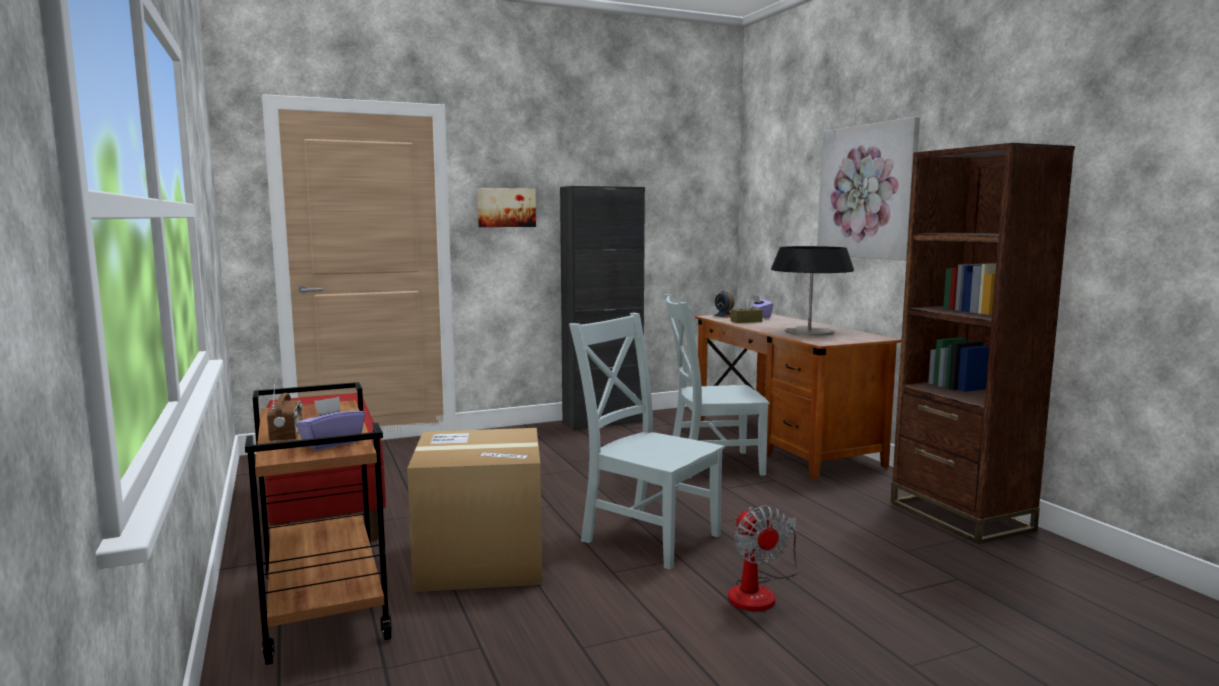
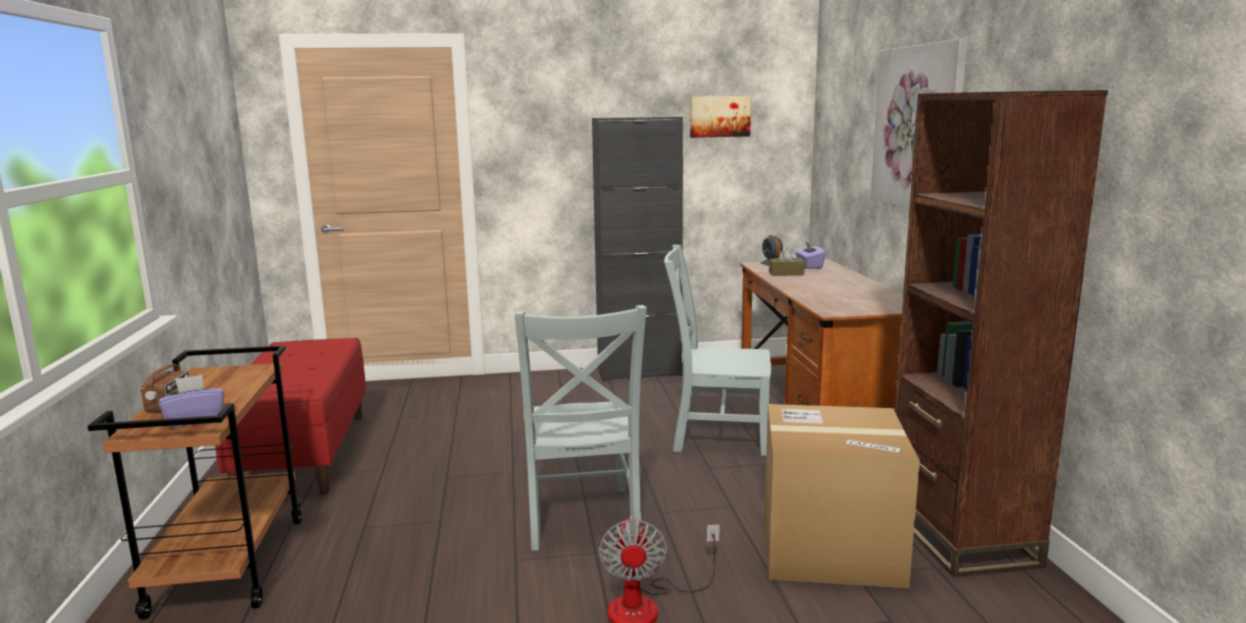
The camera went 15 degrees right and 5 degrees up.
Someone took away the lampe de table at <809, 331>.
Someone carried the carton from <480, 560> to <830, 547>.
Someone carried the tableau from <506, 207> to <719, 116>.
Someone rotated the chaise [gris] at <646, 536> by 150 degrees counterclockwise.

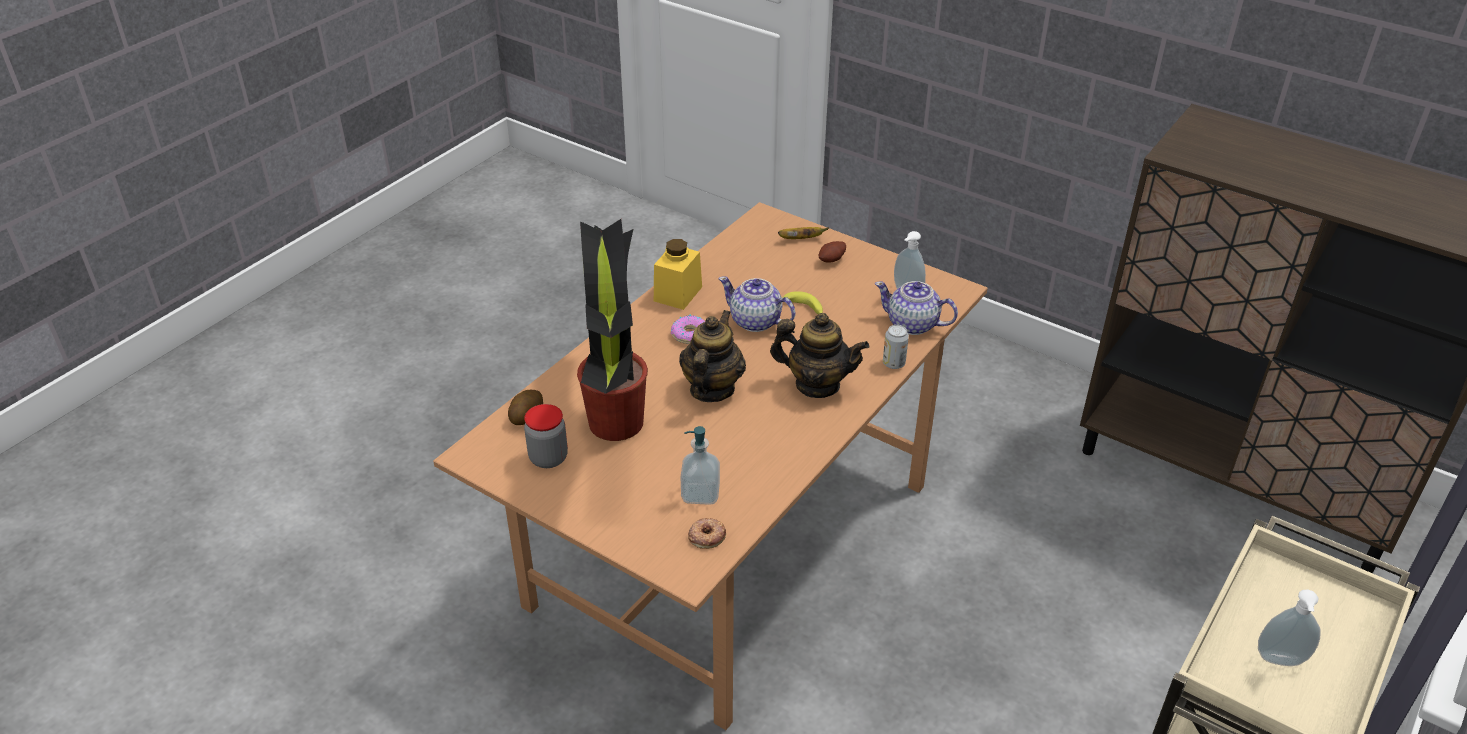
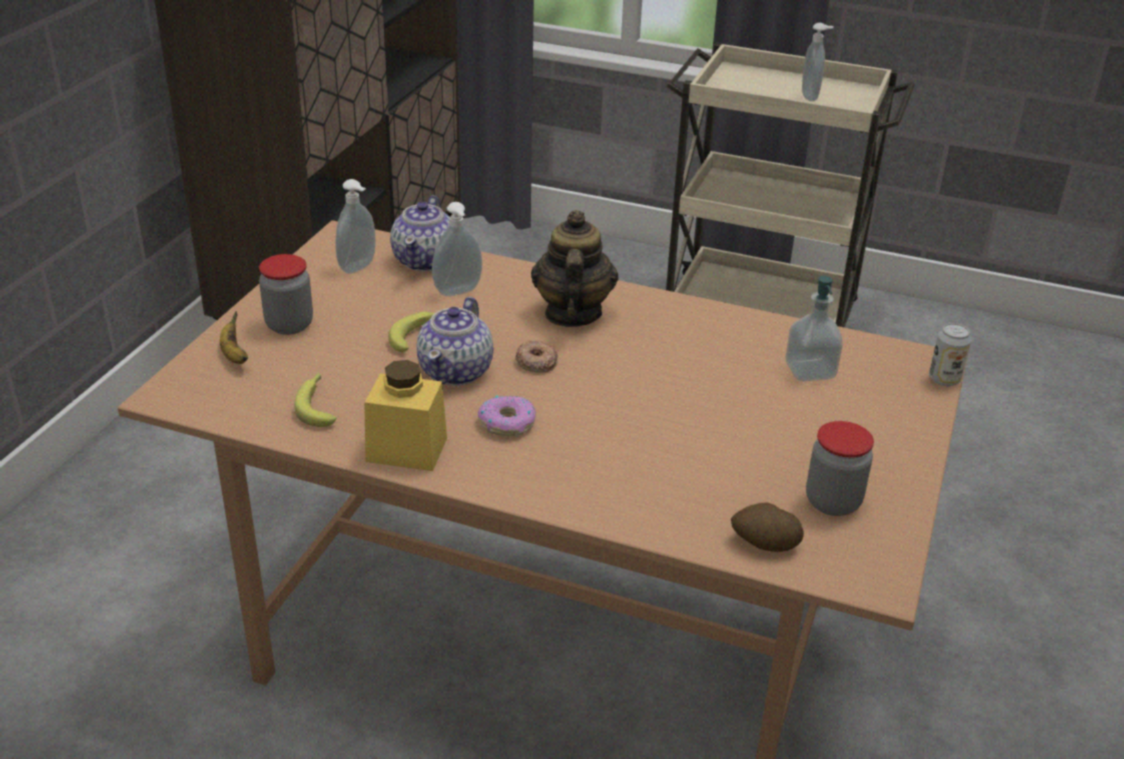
The camera went 105 degrees left and 5 degrees down.
Someone took away the plante en pot at <616, 419>.
Someone took away the théière at <711, 389>.
Someone put down the banane at <318, 405>.
Someone put down the distributeur de savon at <459, 292>.
Someone carried the beignet from <706, 536> to <536, 361>.
Someone carried the boîte métallique from <893, 363> to <944, 379>.
Someone swapped the pomme de terre at <832, 260> for the bocal at <289, 325>.

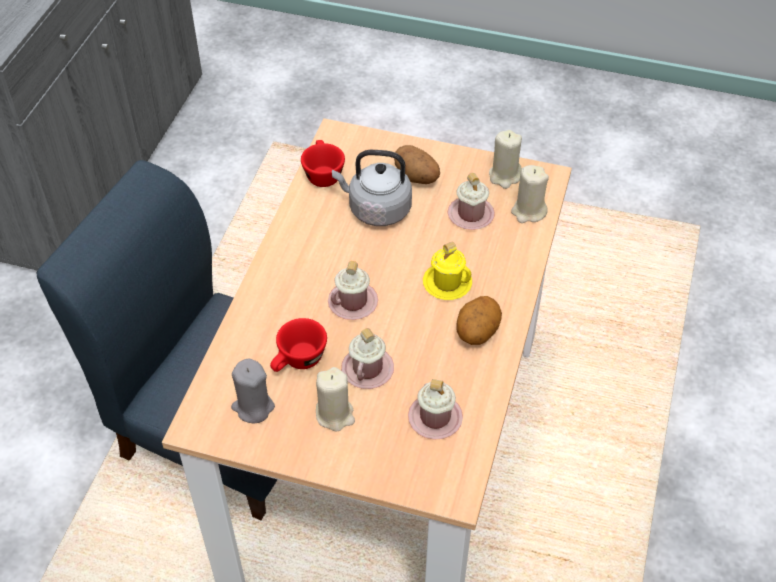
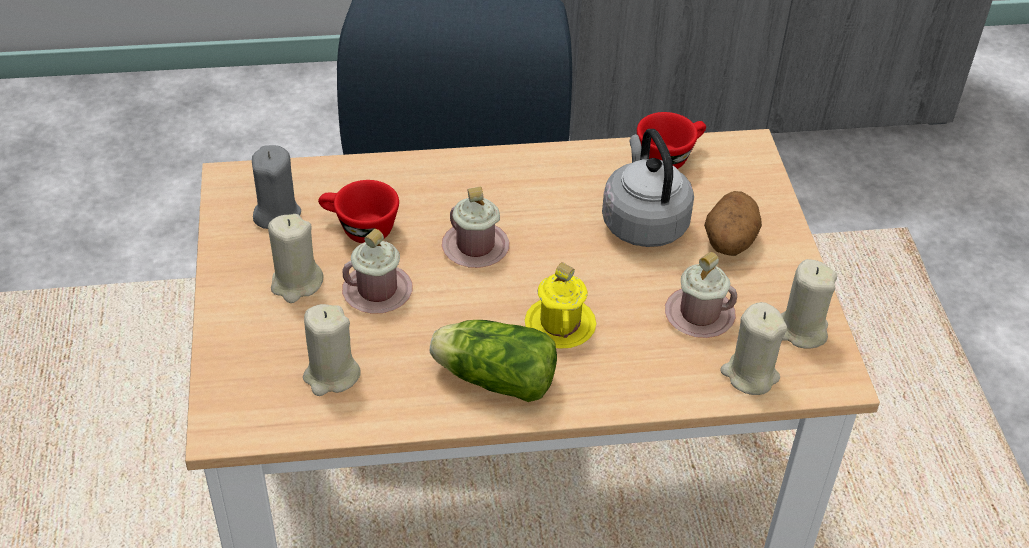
The camera went 65 degrees right and 5 degrees down.
Someone swapped the mug [rose] at <435, 418> for the bougie [beige] at <331, 375>.
Someone swapped the pomme de terre at <476, 332> for the laitue at <491, 378>.

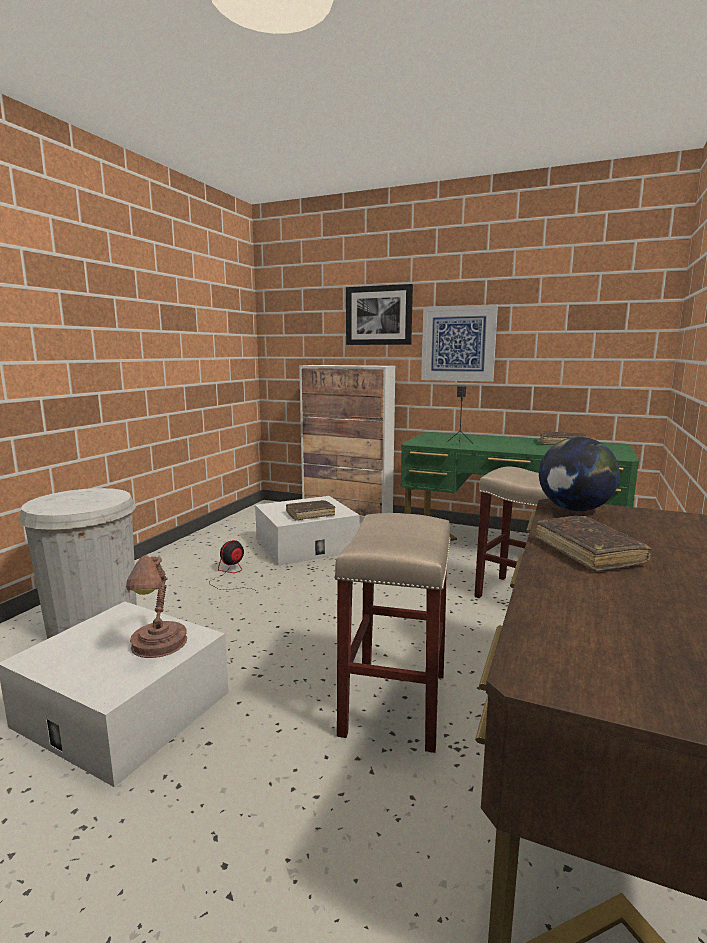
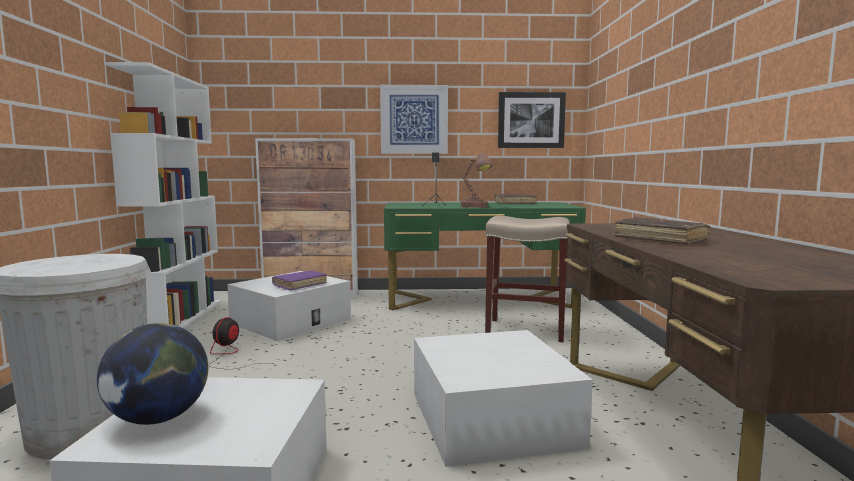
The camera went 25 degrees left and 5 degrees down.
Someone put down the bibliothèque [blanc] at <179, 318>.
Someone carried the lampe de table [marron] from <158, 645> to <475, 206>.
Someone carried the tableau from <378, 315> to <531, 120>.
Someone carried the globe from <574, 509> to <158, 418>.
Someone swapped the tabouret [beige] at <394, 701> for the boîte de rangement [blanc] at <492, 418>.
Someone repainted the livre [marron] at <310, 514>, which became the livre [violet] at <300, 285>.

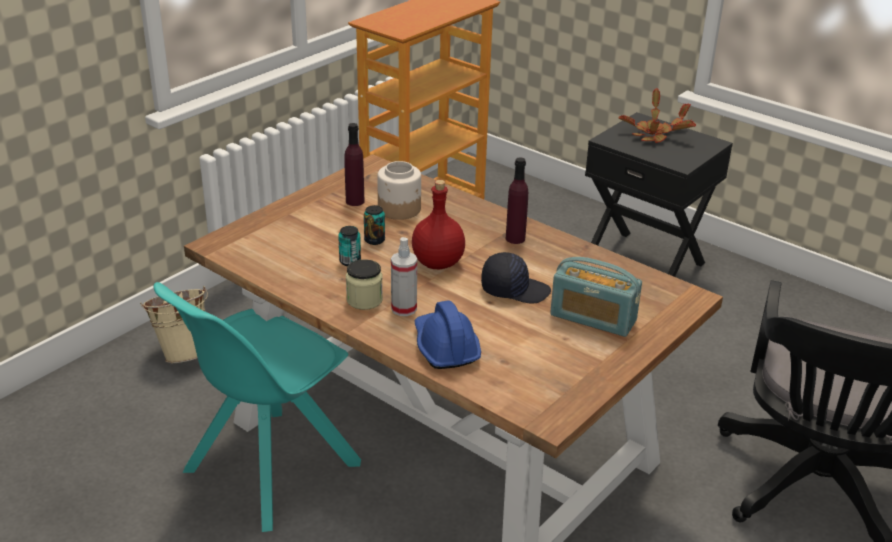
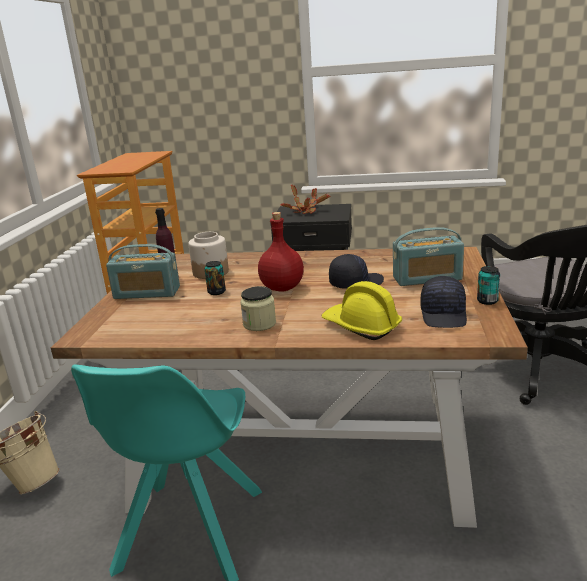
The camera went 30 degrees left and 10 degrees down.
Someone took away the vaporisateur at <404, 309>.
Someone took away the bouteille [violet] at <515, 238>.
Someone put down the radio at <147, 293>.
Someone put down the casquette [noir] at <444, 315>.
Someone carried the boîte métallique from <350, 261> to <487, 301>.
Someone repainted the casque de chantier [bleu] at <445, 347>, which became the casque de chantier [jaune] at <361, 326>.

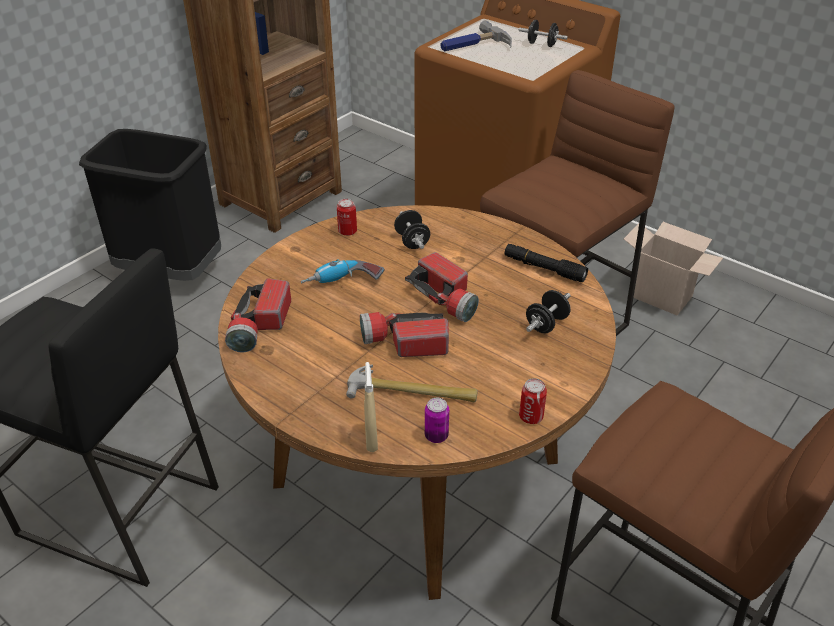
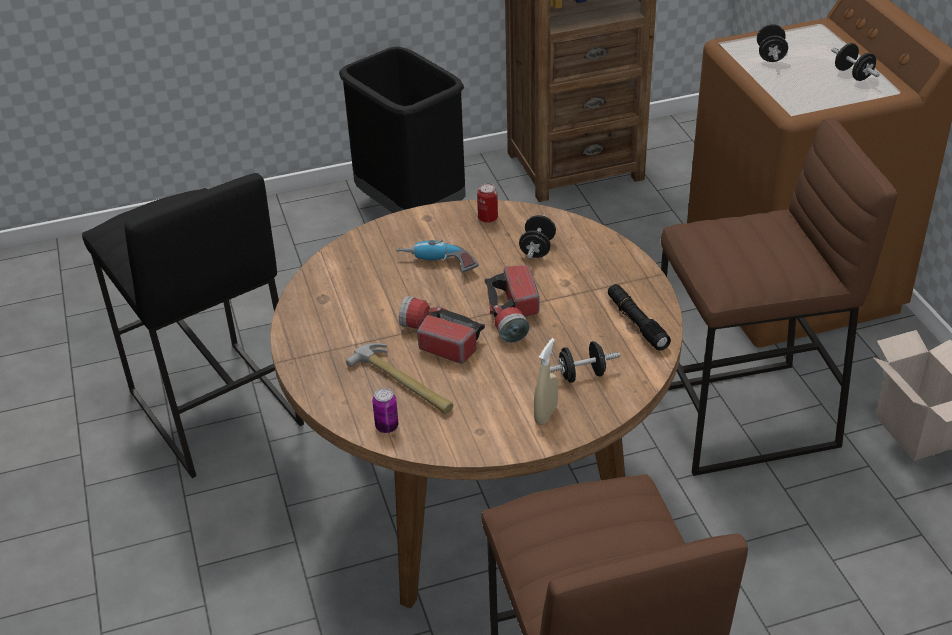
The camera went 35 degrees right and 0 degrees up.
Someone took away the lampe de poche at <259, 325>.
Someone took away the boîte métallique at <531, 417>.
Someone carried the vaporisateur [beige] from <371, 440> to <546, 414>.
Someone swapped the marteau at <473, 46> for the haltère [noir] at <770, 55>.

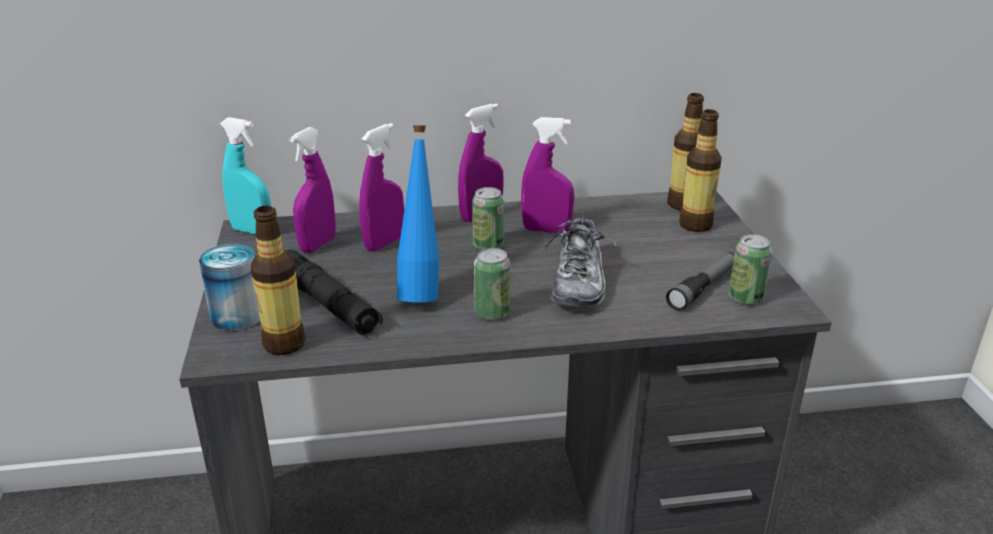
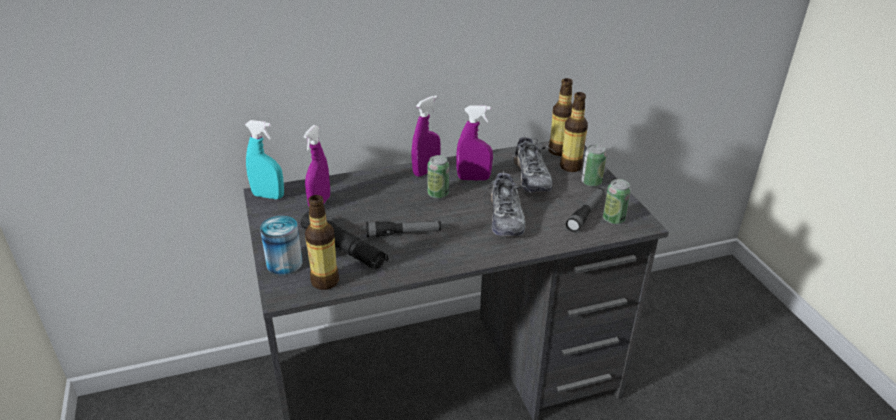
The camera went 10 degrees left and 5 degrees up.
Someone took away the vaporisateur [violet] at <384, 243>.
Someone put down the chaussure at <531, 177>.
Someone carried the boîte métallique from <492, 313> to <591, 182>.
Someone swapped the bouteille [bleu] at <421, 292> for the lampe de poche at <404, 233>.

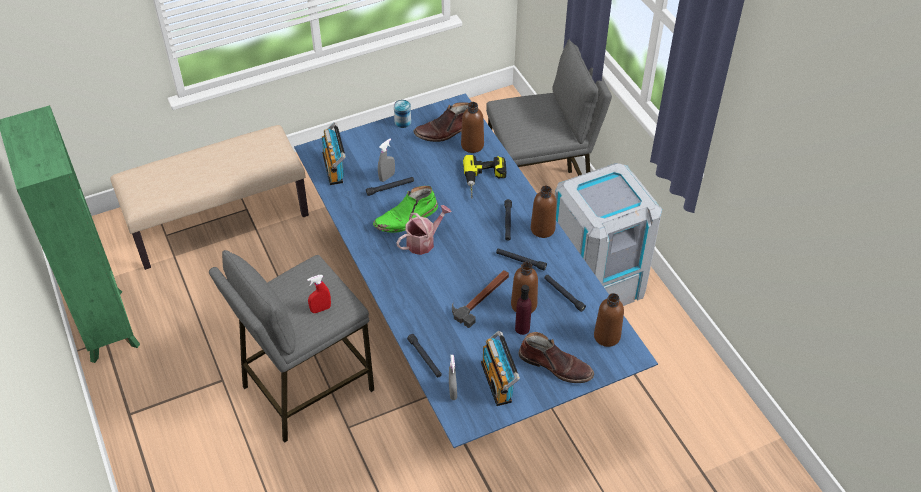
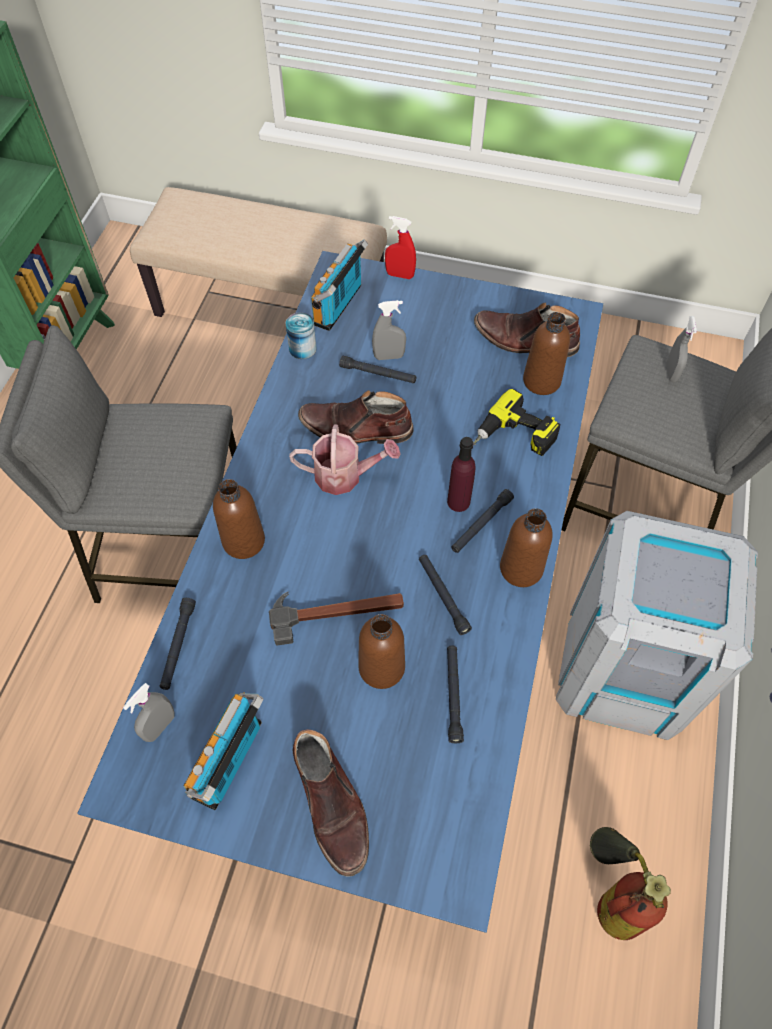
The camera went 40 degrees right and 10 degrees up.
Someone put down the extincteur at <610, 894>.
Someone put down the vaporisateur [gris] at <671, 373>.
Someone carried the vaporisateur [rouge] from <320, 309> to <400, 275>.
Someone carried the boîte métallique from <402, 122> to <302, 348>.
Someone carried the bouteille [violet] from <522, 328> to <458, 502>.
Someone carried the bouteille [marron] from <607, 336> to <243, 541>.
Someone repainted the botte [vert] at <406, 219>, which became the botte [marron] at <355, 429>.

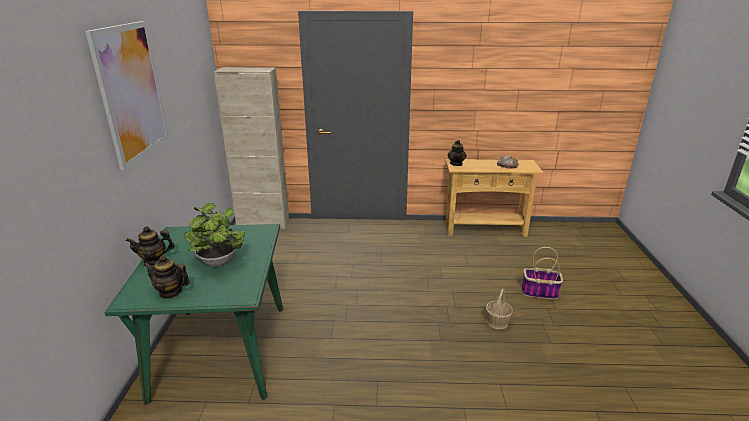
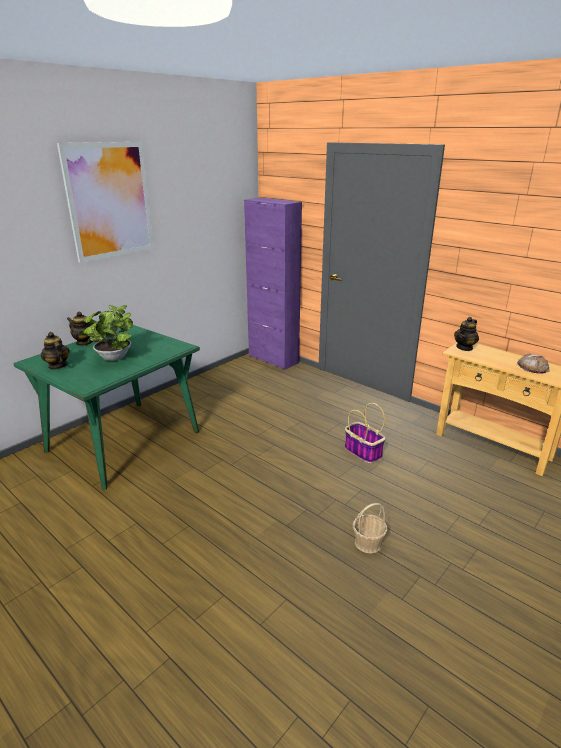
The camera went 40 degrees right and 0 degrees up.
Someone carried the panier from <539, 292> to <362, 451>.
Someone repainted the meuble de rangement [beige] at <263, 223>, which became the meuble de rangement [violet] at <273, 359>.

